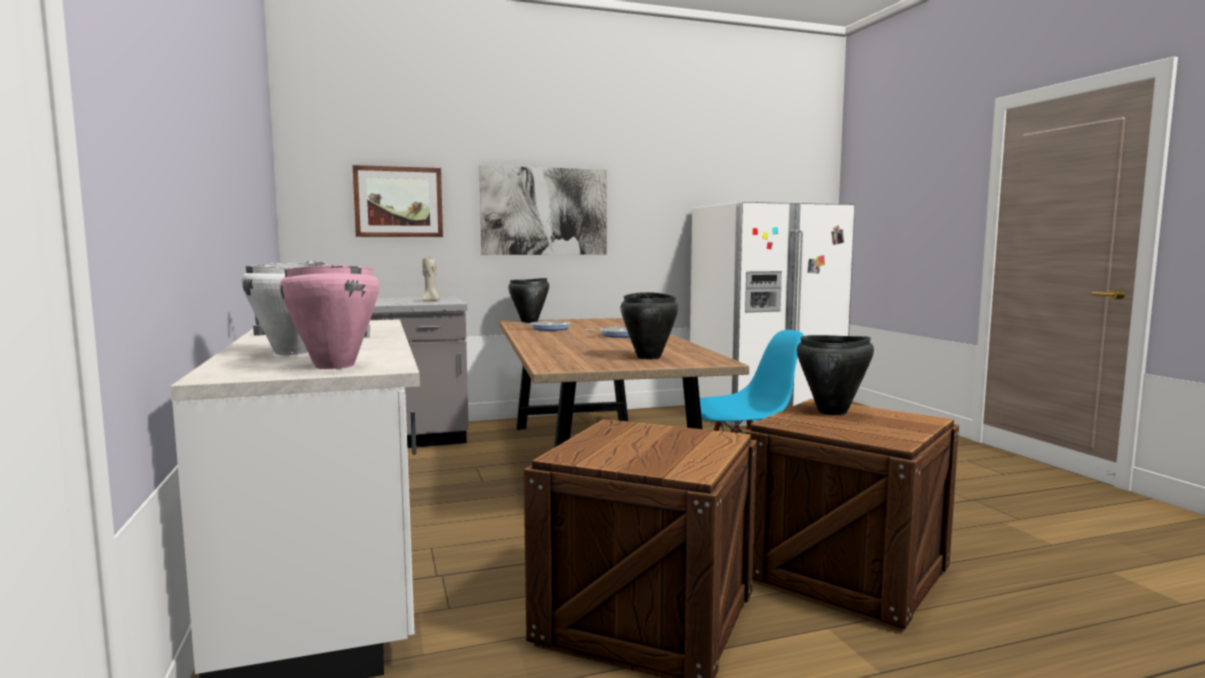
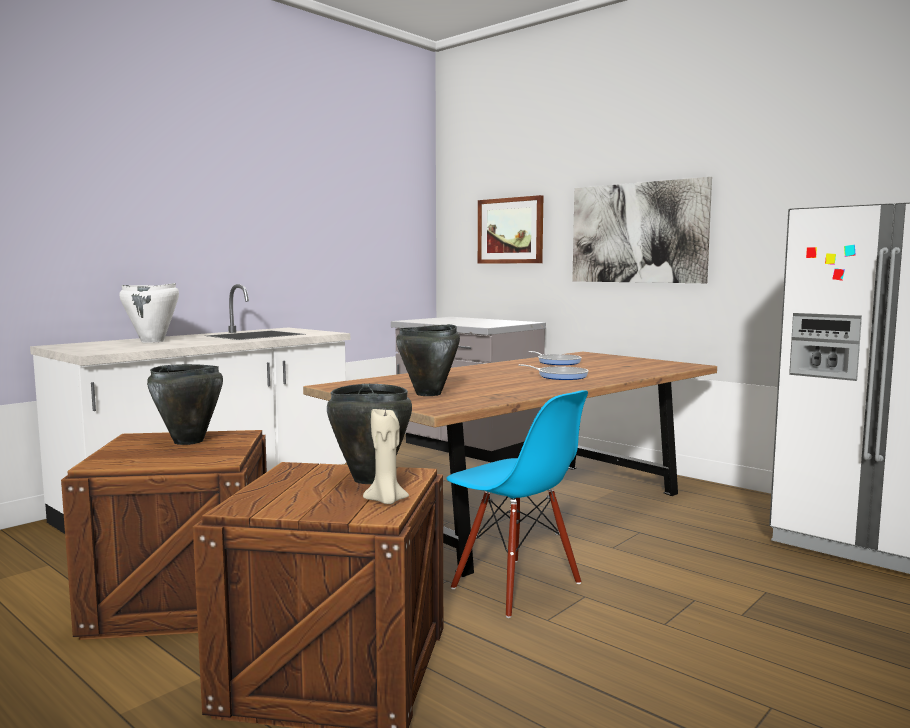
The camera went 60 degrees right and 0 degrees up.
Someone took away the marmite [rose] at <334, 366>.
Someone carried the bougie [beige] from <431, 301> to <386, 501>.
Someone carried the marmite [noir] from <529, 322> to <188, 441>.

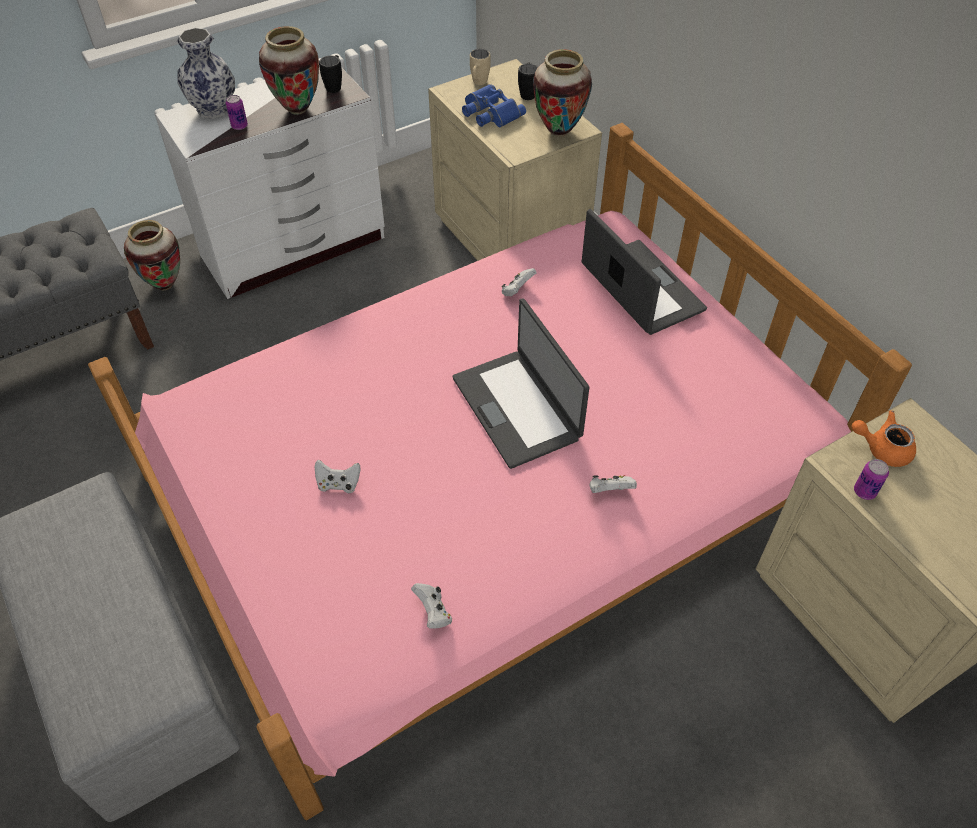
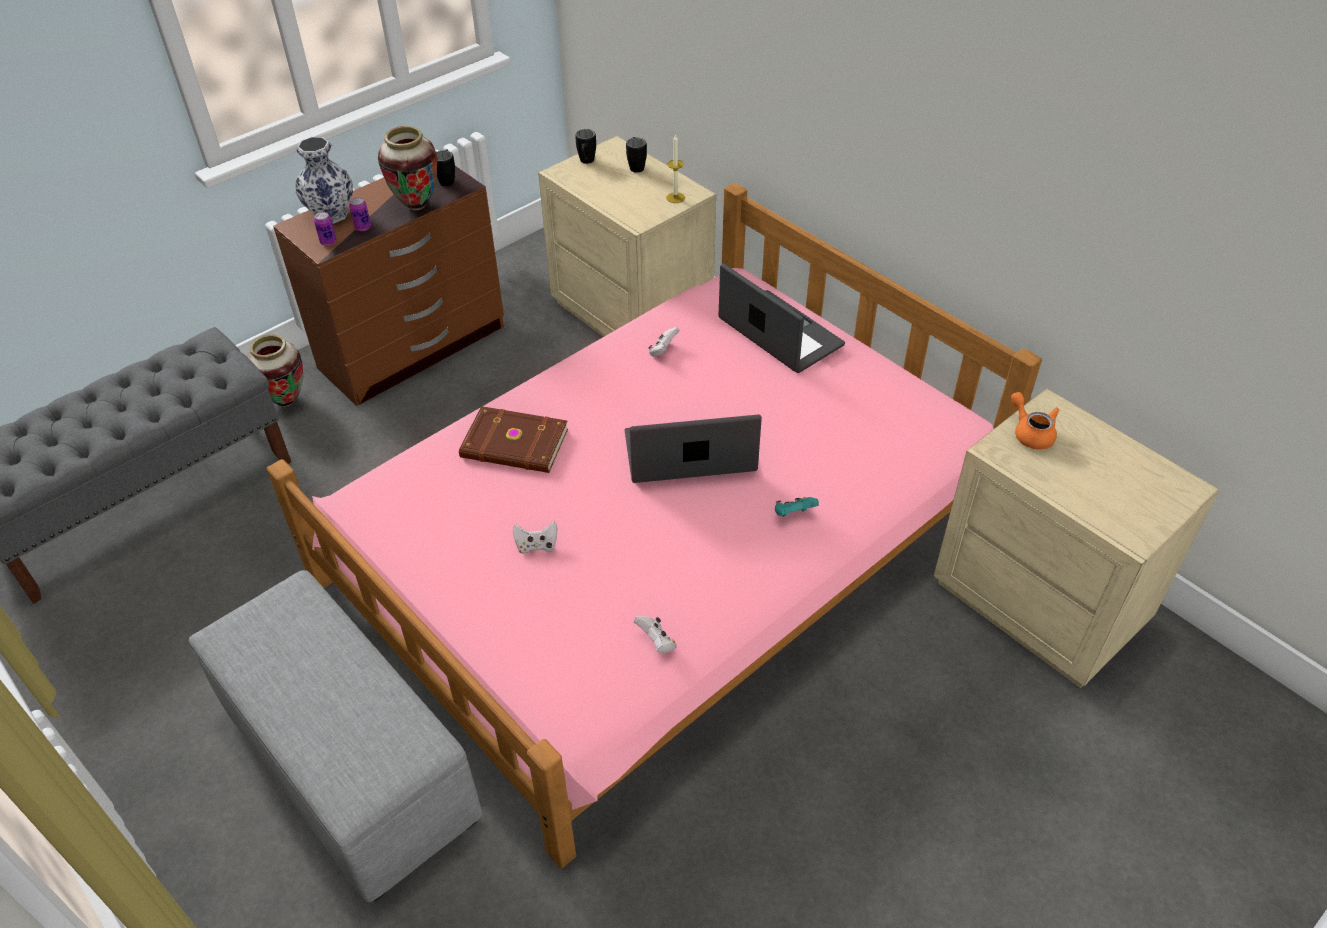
The camera went 10 degrees left and 5 degrees down.
Someone took away the jumelles [bleu] at <489, 112>.
Someone put down the livre [marron] at <514, 445>.
Someone carried the boîte métallique from <864, 491> to <328, 242>.
Someone swapped the vase at <559, 131> for the bougie at <675, 198>.
Someone repainted the commode [blanc] at <295, 248>, which became the commode [marron] at <414, 348>.
Someone repainted the mug [beige] at <478, 83>, which became the mug [noir] at <586, 162>.
Someone repainted the manette [blanc] at <610, 491>, which became the manette [turquoise] at <793, 514>.
Someone rotated the ordinateur portable at <517, 407> by 120 degrees clockwise.
Someone rotated the théière [orange] at <882, 448> by 60 degrees clockwise.

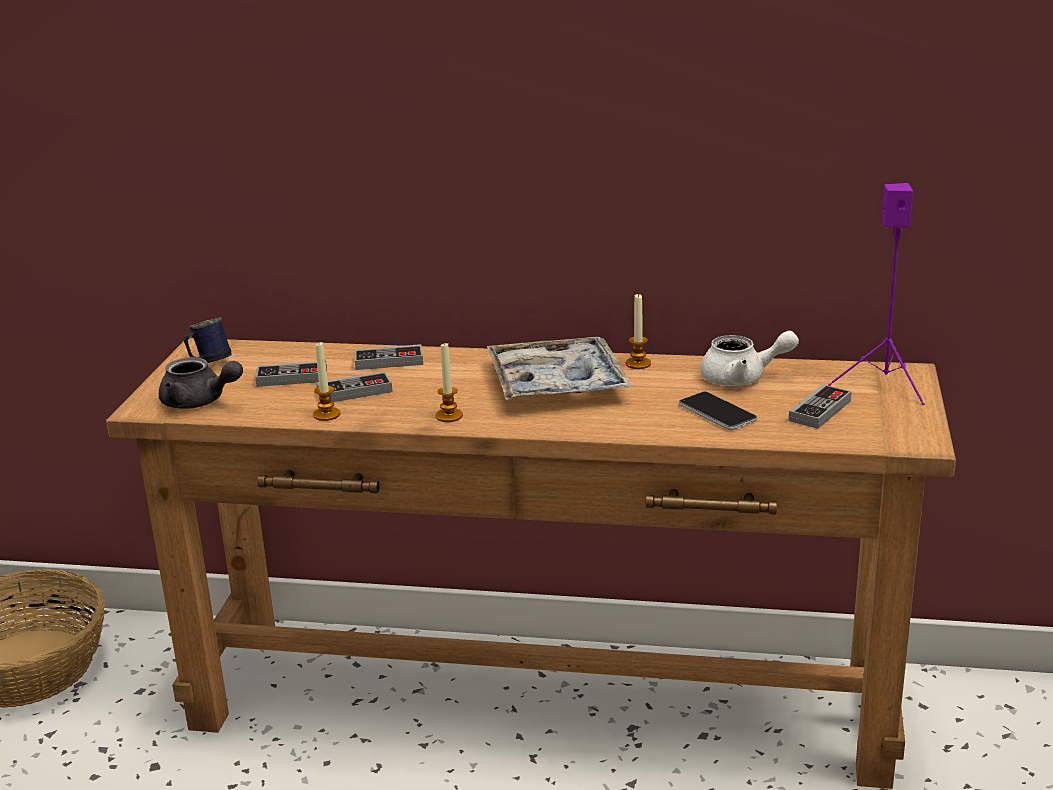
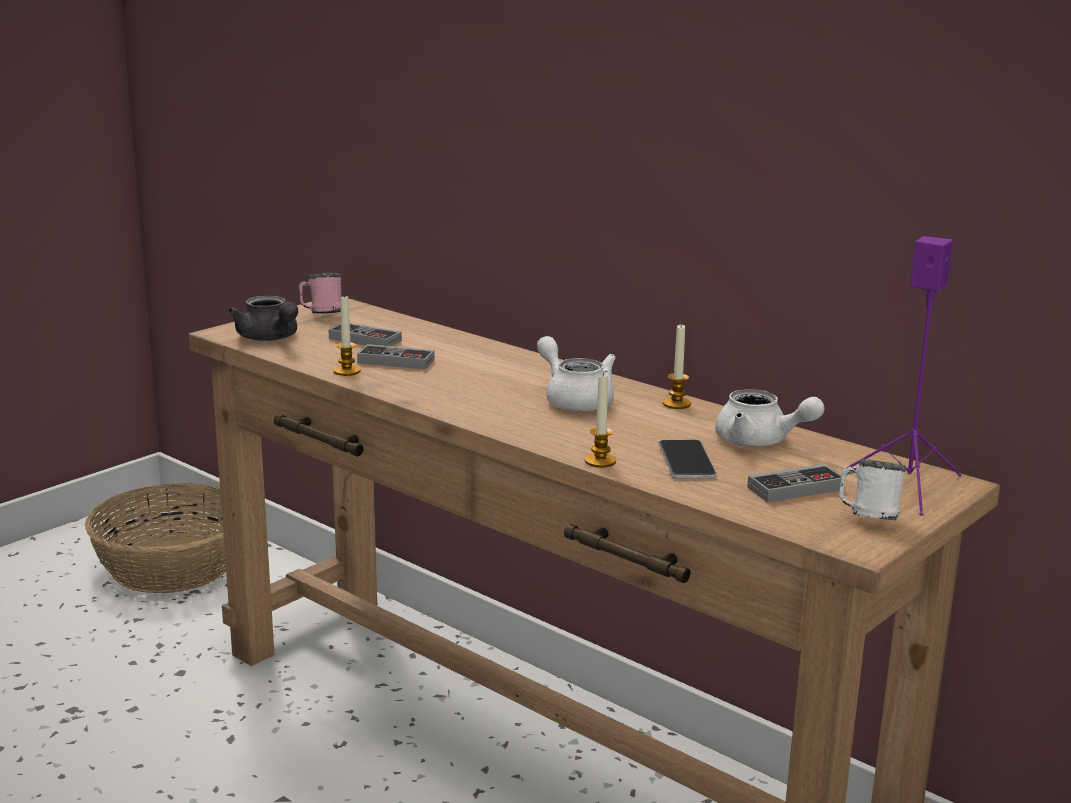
The camera went 30 degrees right and 5 degrees down.
Someone took away the manette at <389, 361>.
Someone put down the mug [blanc] at <867, 518>.
Someone carried the bougie from <449, 416> to <600, 461>.
Someone swapped the plateau at <557, 384> for the théière [blanc] at <574, 400>.
Someone repainted the mug [bleu] at <208, 363>, which became the mug [rose] at <321, 315>.

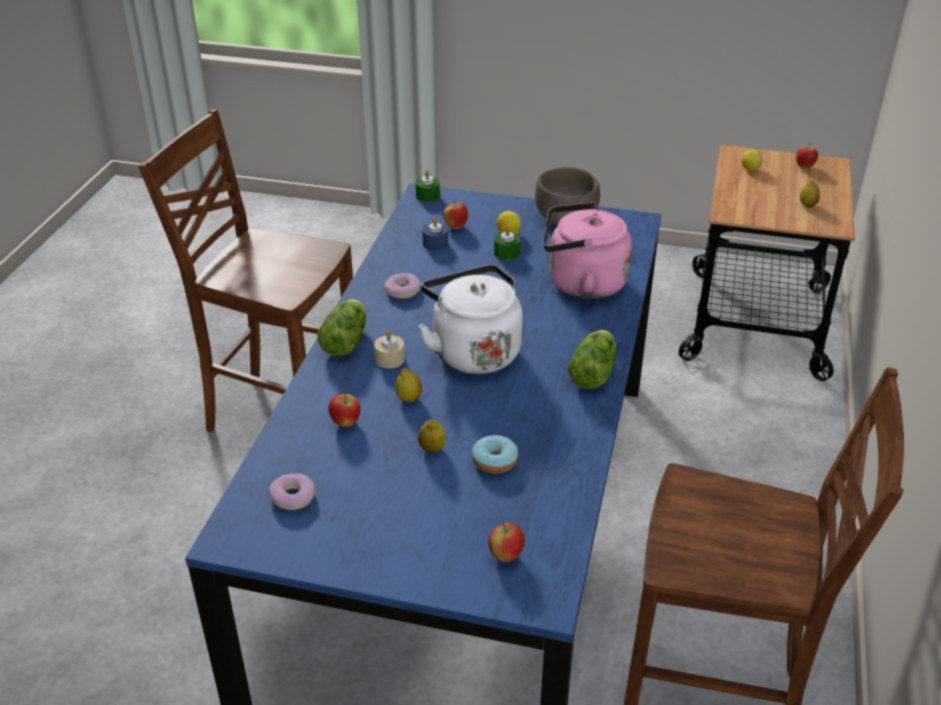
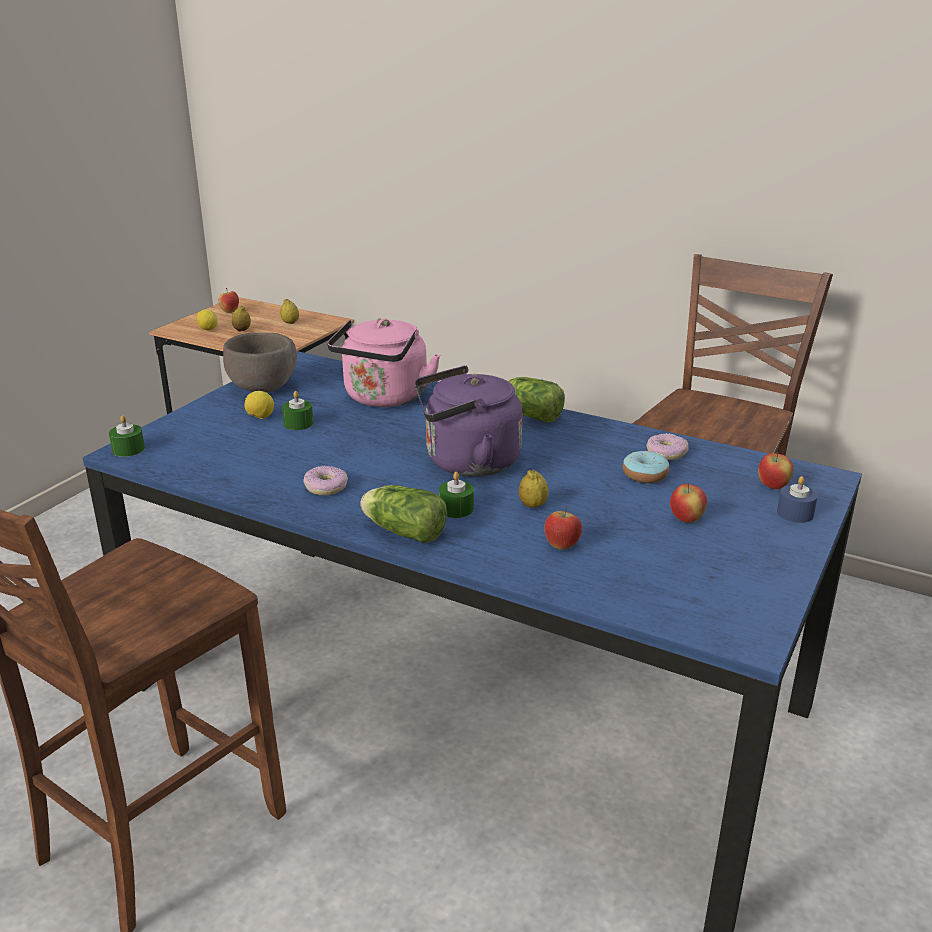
The camera went 75 degrees left and 10 degrees down.
Someone carried the beignet from <293, 497> to <666, 453>.
Someone carried the citron from <432, 449> to <242, 330>.
Someone carried the bougie [bleu] from <435, 243> to <795, 513>.
Someone carried the pomme from <456, 227> to <686, 519>.
Someone repainted the bougie [beige] at <390, 359>, which became the bougie [vert] at <456, 509>.
Someone repainted the bouilloire [blanc] at <473, 351>, which became the bouilloire [violet] at <466, 463>.

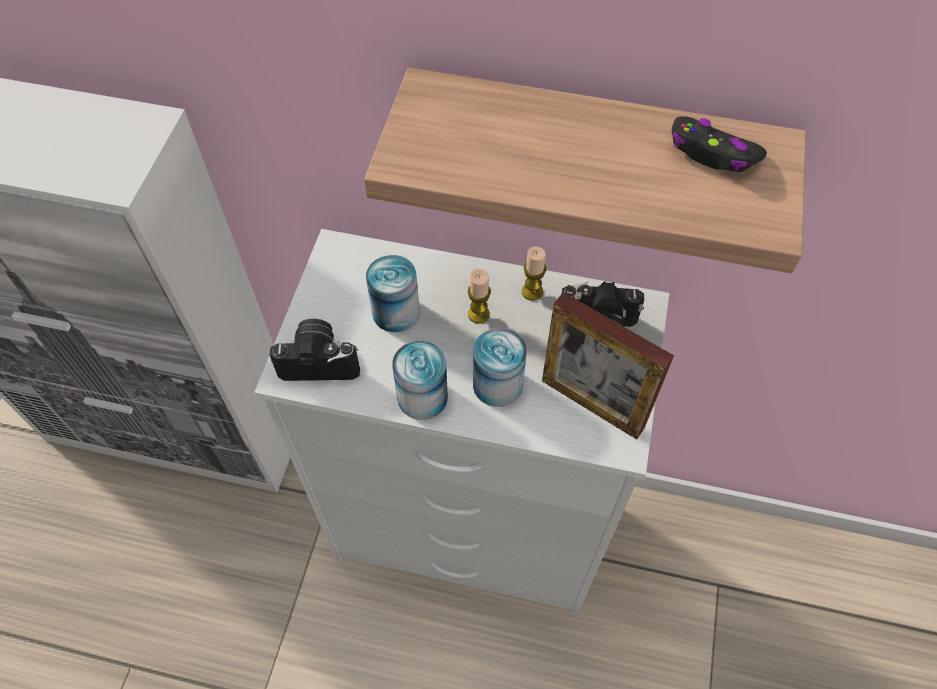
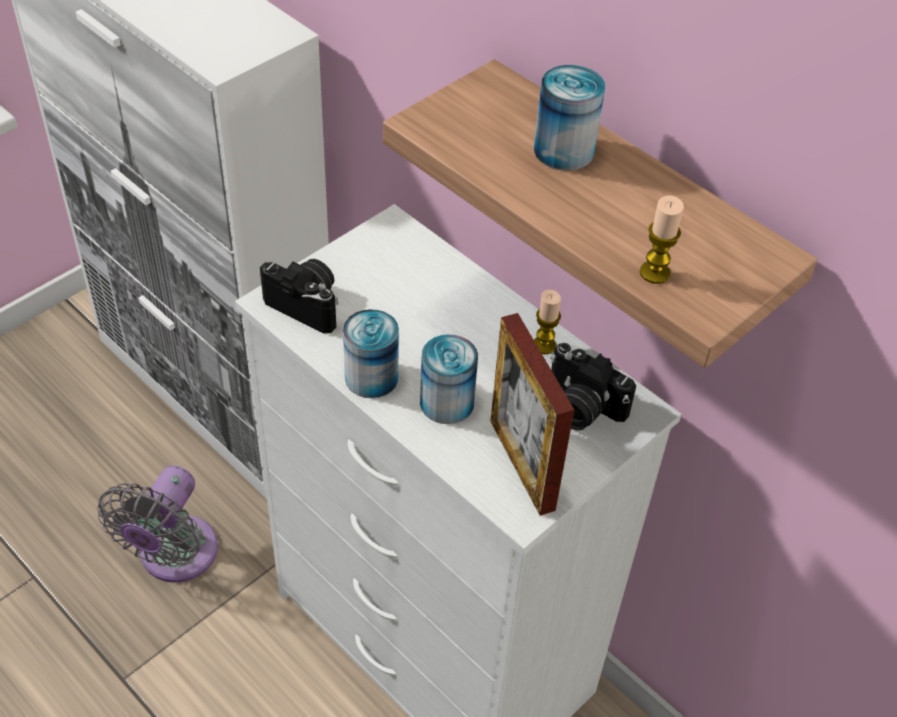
The camera went 30 degrees right and 10 degrees down.
Someone took away the manette [noir] at <712, 153>.
Someone put down the ventilateur [gris] at <174, 556>.
Someone carried the boîte métallique from <396, 312> to <563, 150>.
Someone carried the bougie from <478, 314> to <654, 273>.

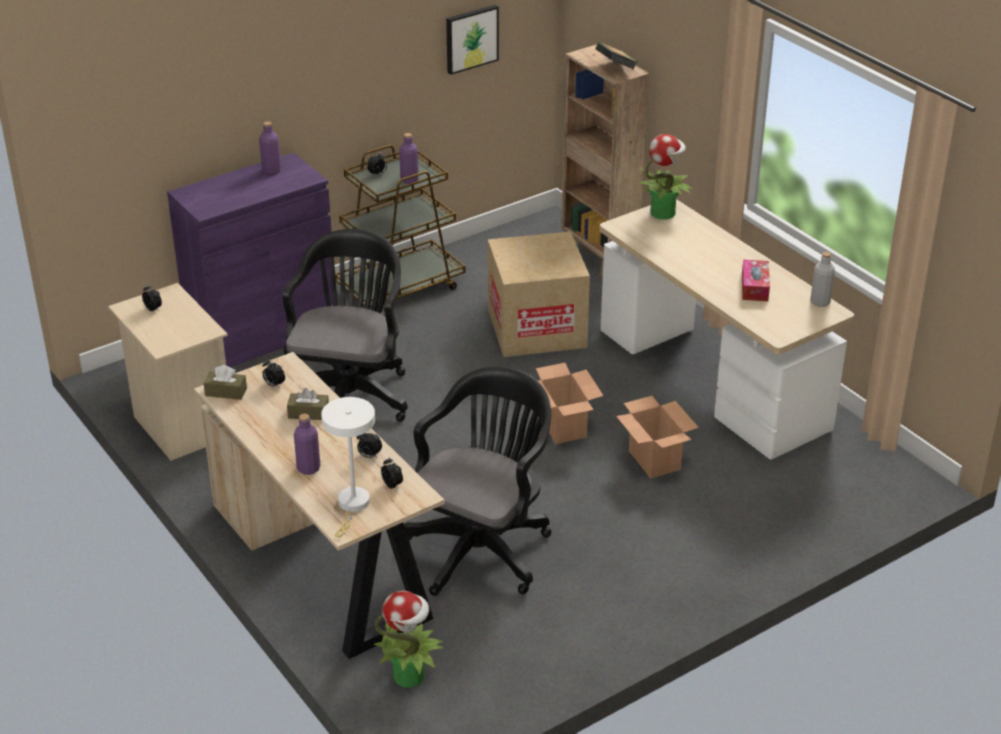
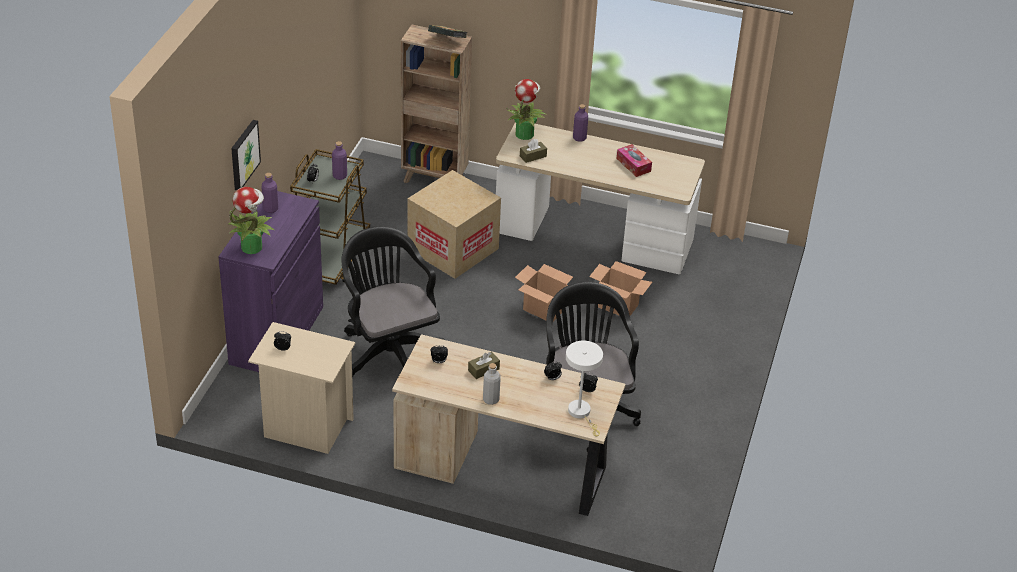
The camera went 40 degrees left and 5 degrees up.
Someone carried the boîte à mouchoirs [marron] from <226, 392> to <533, 156>.
Someone carried the bouteille [violet] from <308, 468> to <579, 138>.
Someone carried the plante en pot from <410, 675> to <252, 247>.
Someone carried the tableau from <471, 38> to <243, 154>.
Someone carried the bouteille [gris] from <820, 302> to <491, 399>.

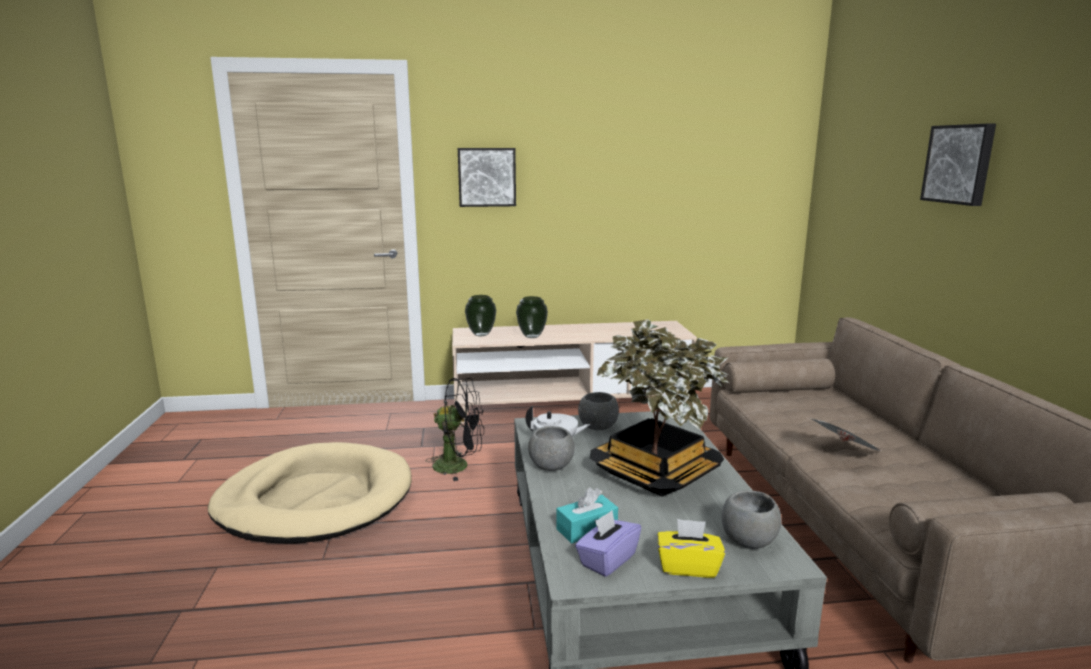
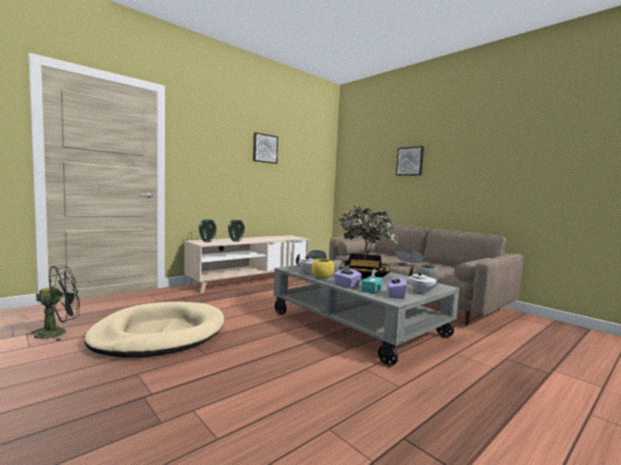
The camera went 35 degrees left and 10 degrees down.
Someone put down the boîte à mouchoirs [violet] at <346, 285>.
Someone carried the ventilateur [noir] from <459, 466> to <58, 332>.
Someone carried the tableau from <487, 177> to <264, 148>.
Someone swapped the boîte à mouchoirs [jaune] at <688, 566> for the théière [blanc] at <421, 292>.
Someone repainted the bol [gris] at <551, 466>, which became the bol [jaune] at <322, 278>.

